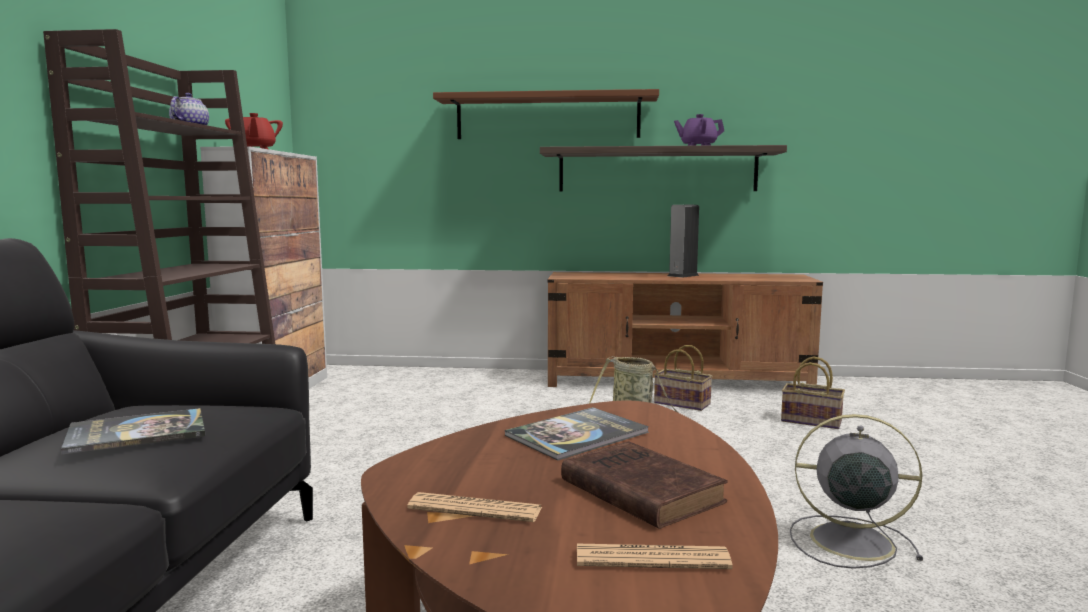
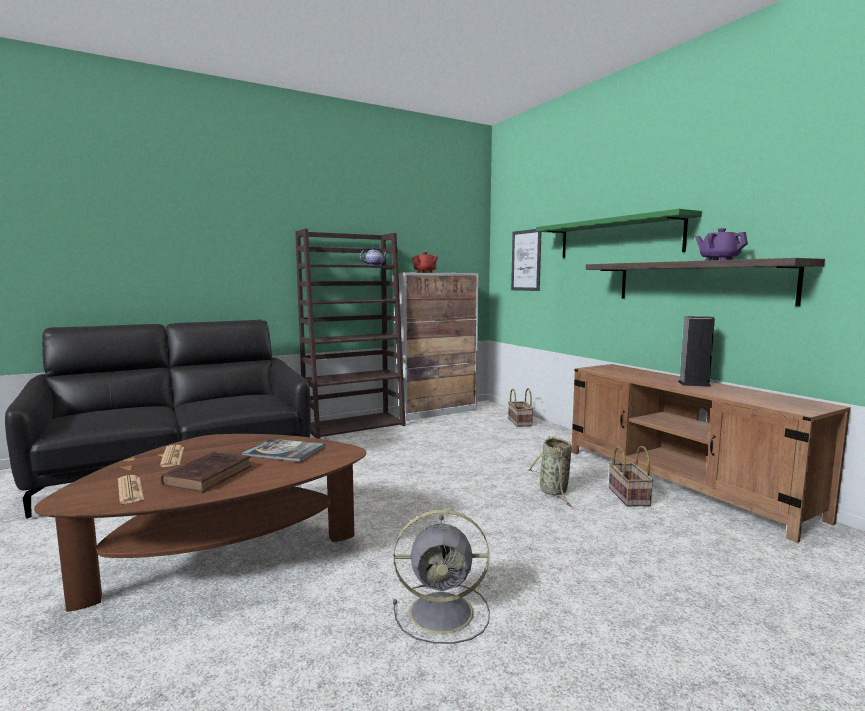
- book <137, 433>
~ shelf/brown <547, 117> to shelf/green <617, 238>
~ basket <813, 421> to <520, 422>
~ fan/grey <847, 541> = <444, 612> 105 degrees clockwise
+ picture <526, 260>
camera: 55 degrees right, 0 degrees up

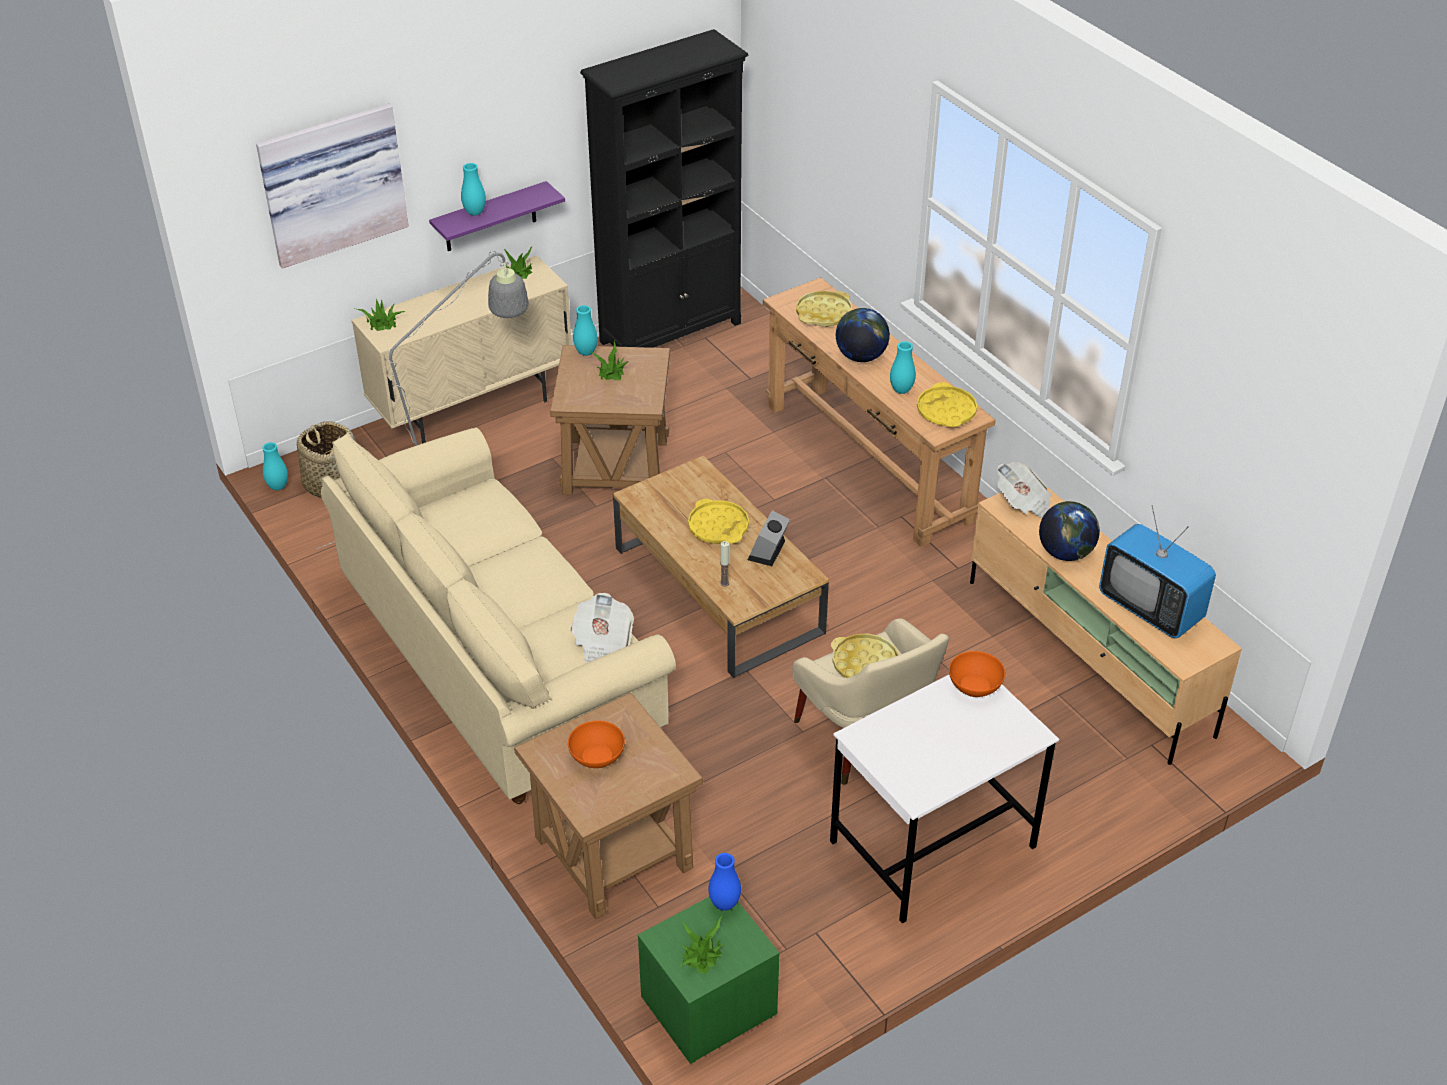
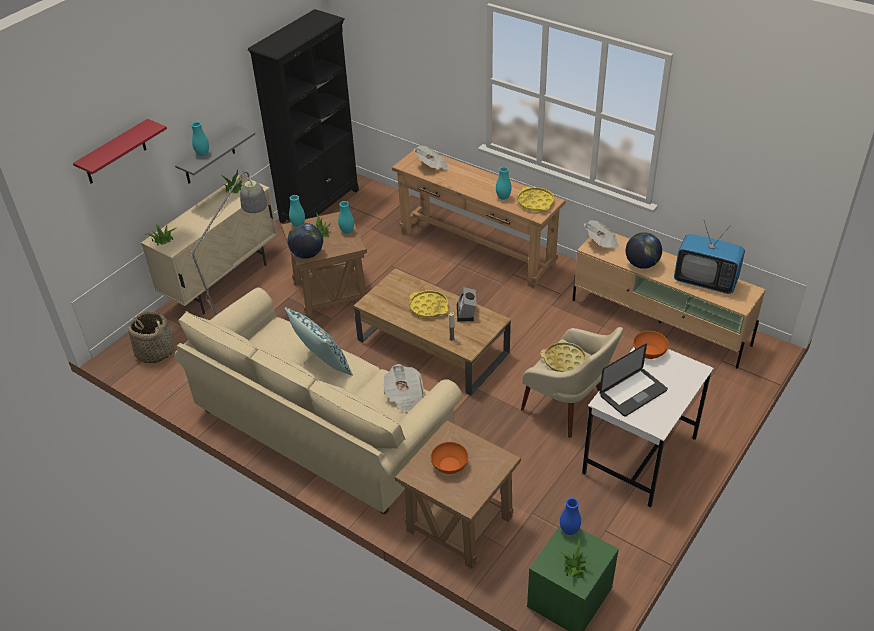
~ picture <331, 183> to shelf/red <115, 153>
~ vase/turquoise <278, 487> to <347, 231>
~ shelf/purple <490, 217> to shelf/grey <209, 156>
~ tray/yellow <824, 313> to newspaper <432, 166>
~ globe <861, 357> to <307, 254>
+ pillow <322, 363>
+ laptop <633, 393>
camera: 20 degrees left, 0 degrees up

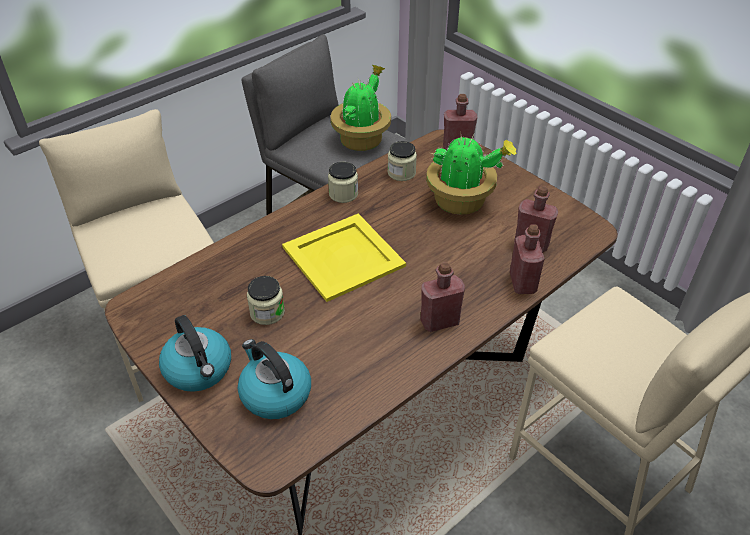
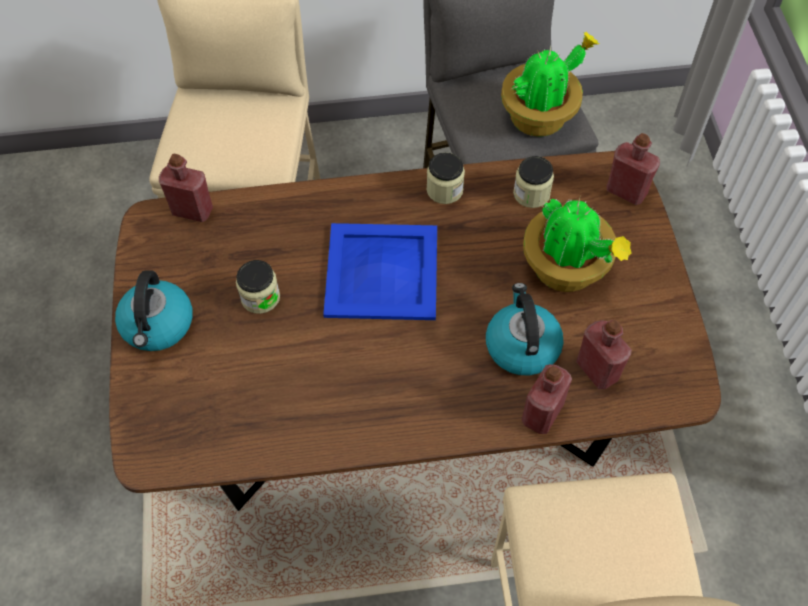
~ kettle <274, 394> to <521, 345>
~ tray/yellow <343, 257> to tray/blue <381, 272>
~ bottle/red <439, 321> to <192, 210>
camera: 35 degrees right, 15 degrees up

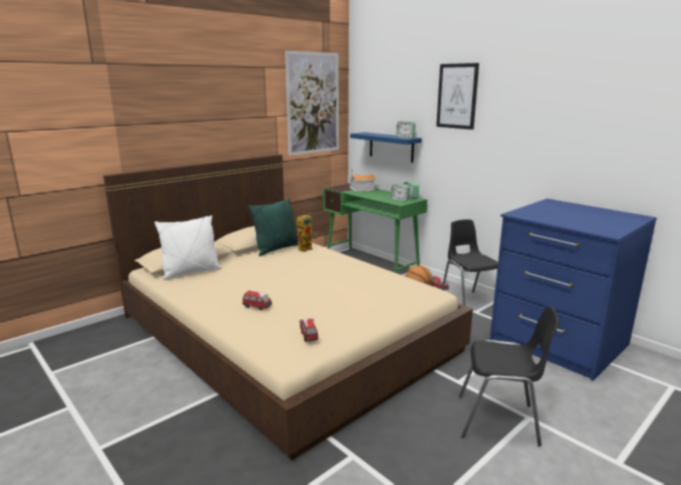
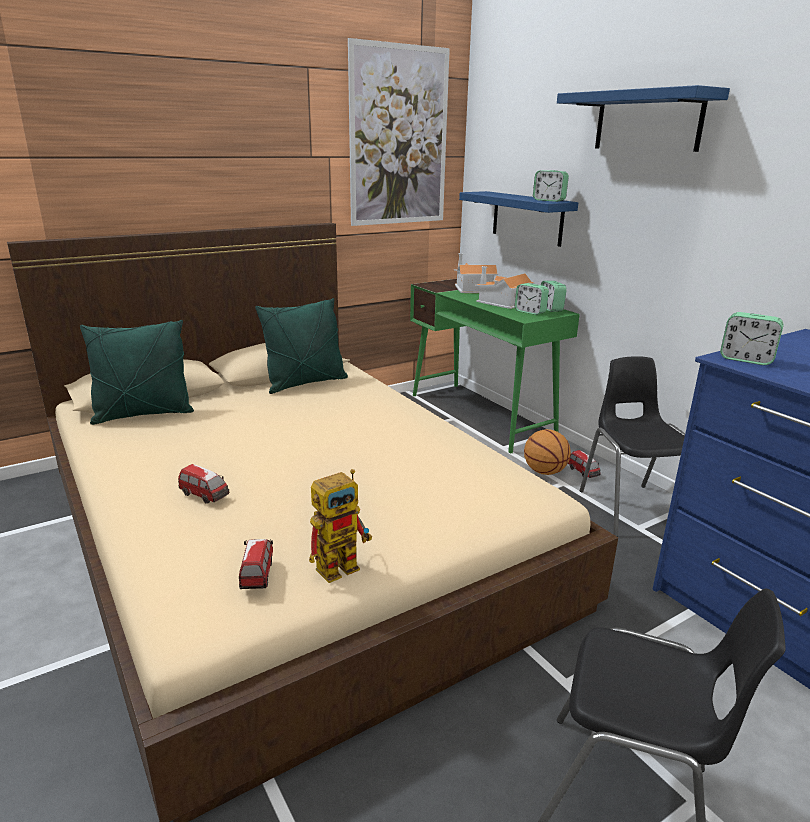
~ pillow/white <191, 272> to pillow/green <144, 414>
~ toy robot <306, 248> to <343, 564>
~ picture <457, 96> to shelf/blue <647, 121>
+ toy house <502, 303>
+ alarm clock <746, 359>
camera: 10 degrees right, 5 degrees up

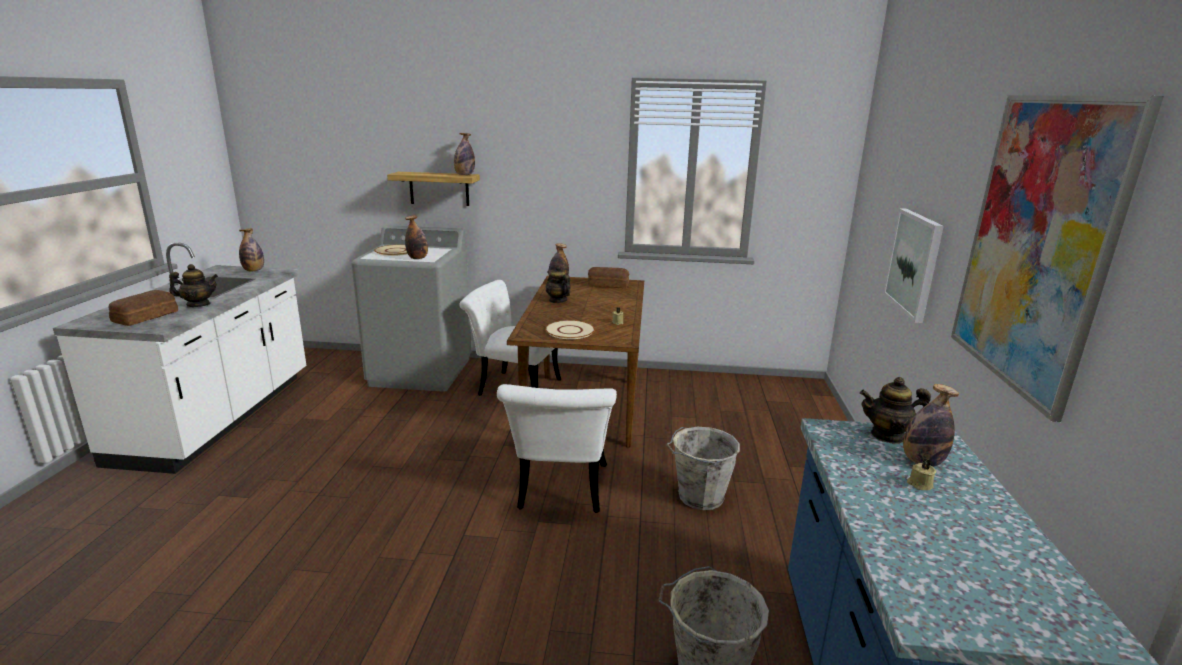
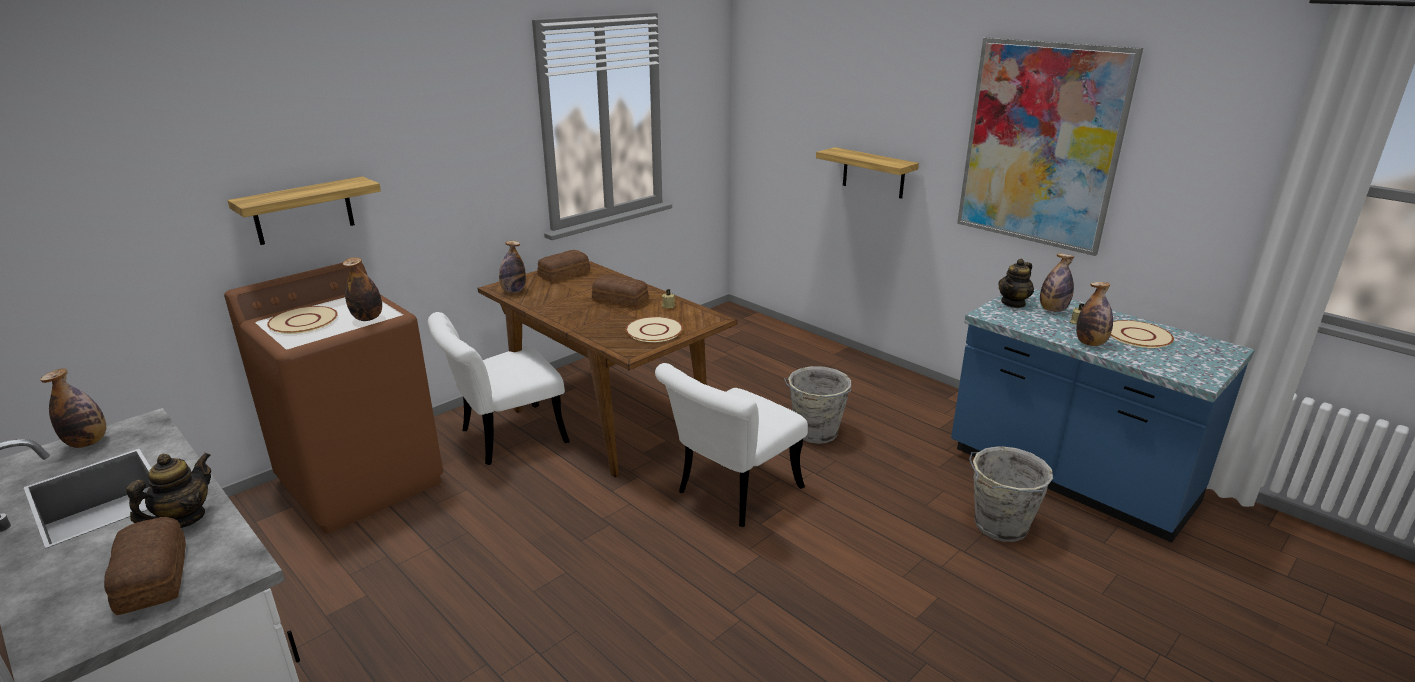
~ washing machine/grey <421, 372> to washing machine/brown <362, 481>
~ bottle <464, 175> to <1090, 343>
~ chair/white <559, 492> = <731, 493> 90 degrees clockwise
- teapot <558, 300>
~ picture <914, 263> to shelf <873, 173>
+ bread <620, 300>
+ plate/beige <1137, 335>
camera: 50 degrees left, 5 degrees up

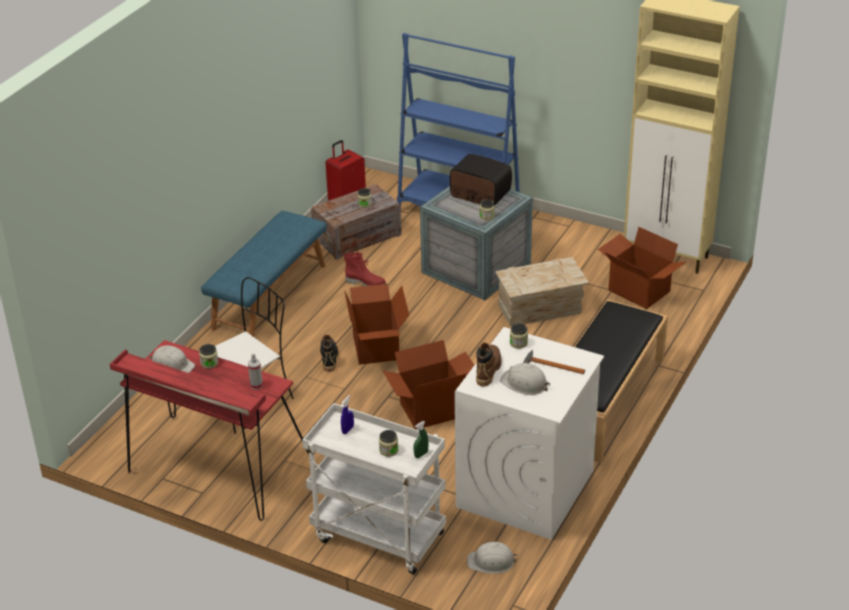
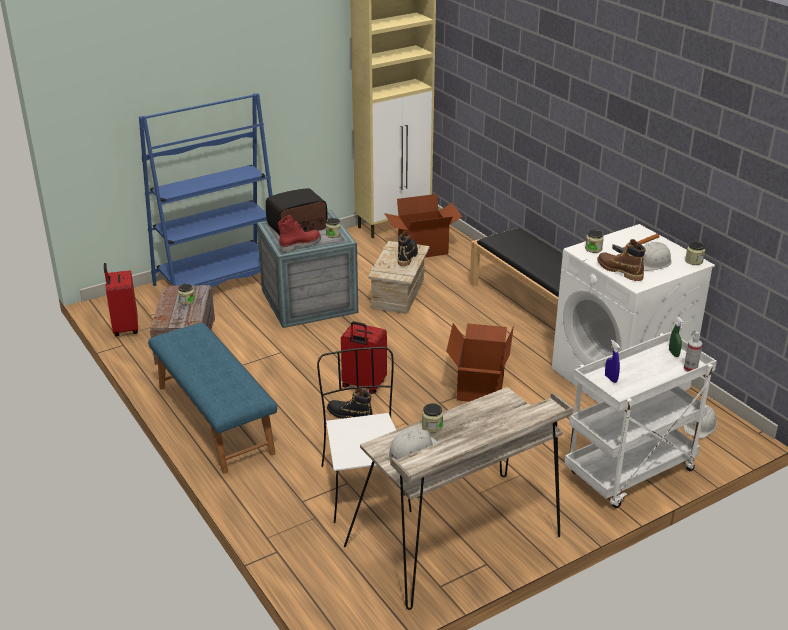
~ desk/red <216, 470> to desk/beige <458, 542>
~ spray bottle <256, 385> to <690, 369>
~ boot/red <366, 283> to <300, 245>
~ cardboard box <377, 347> to suitcase/red <363, 385>
~ jar <388, 450> to <694, 261>
+ boot/black <407, 256>
camera: 60 degrees left, 5 degrees down

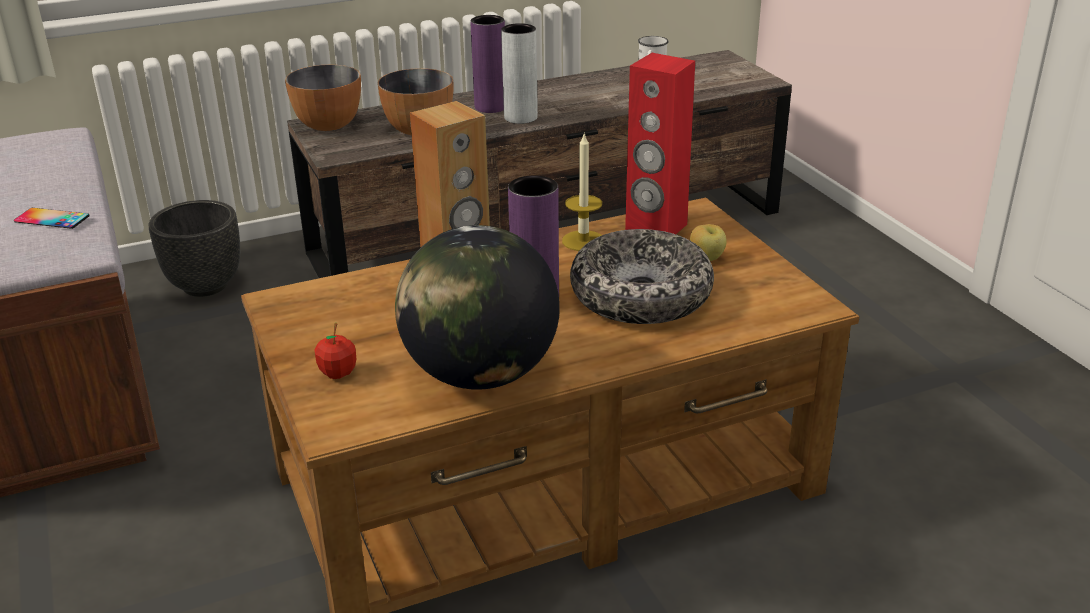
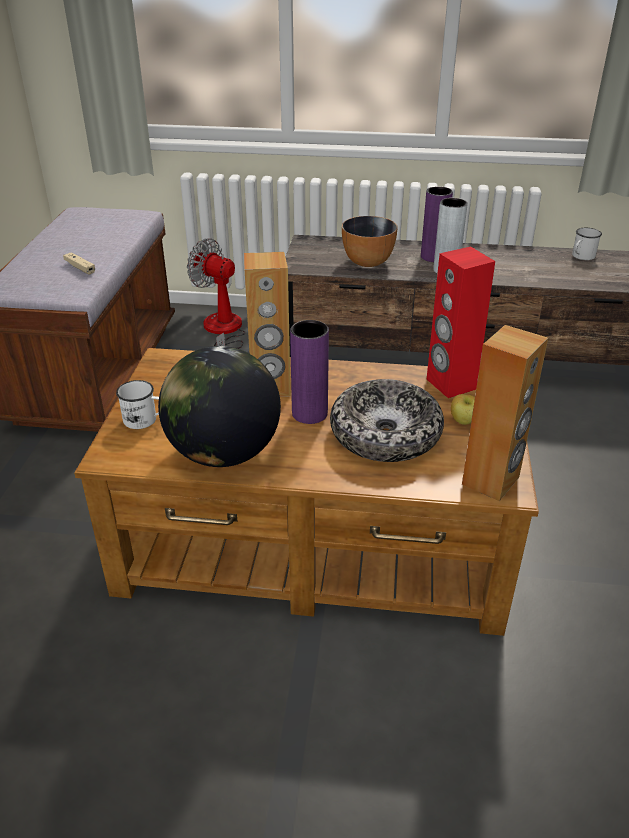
~ phone <52, 219> to game controller/beige <80, 267>
~ planter/black <206, 286> to fan <222, 332>
- bowl <329, 126>
~ apple <338, 373> to mug/white <145, 420>
- candle <583, 241>
+ speaker/brown <491, 481>
camera: 30 degrees right, 5 degrees up

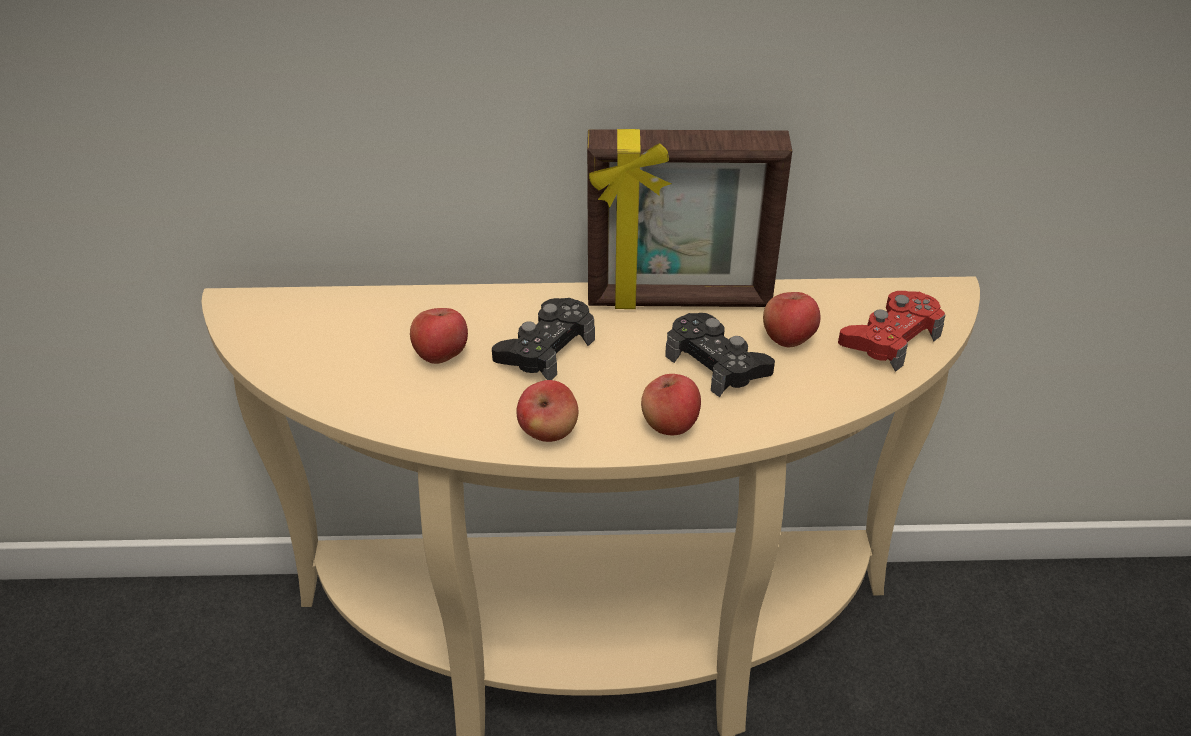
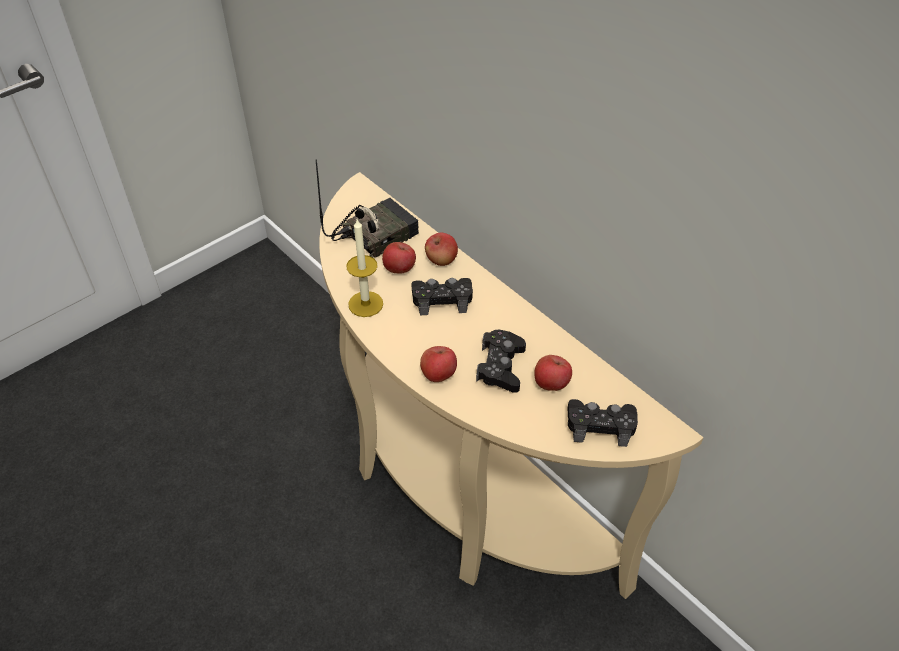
~ apple <548, 432> to <441, 260>
- picture frame <679, 300>
~ game controller/red <890, 338> to game controller/black <600, 426>
+ radio <375, 234>
+ candle <365, 304>
camera: 50 degrees right, 5 degrees up

